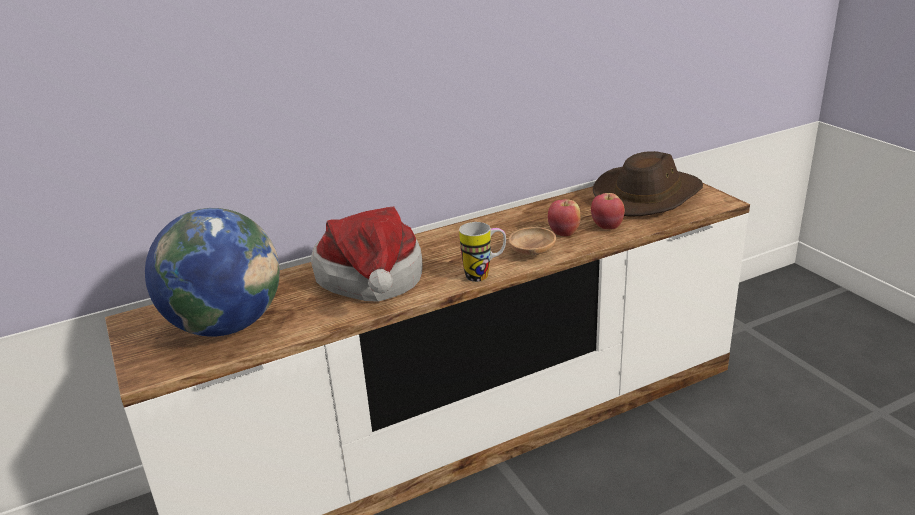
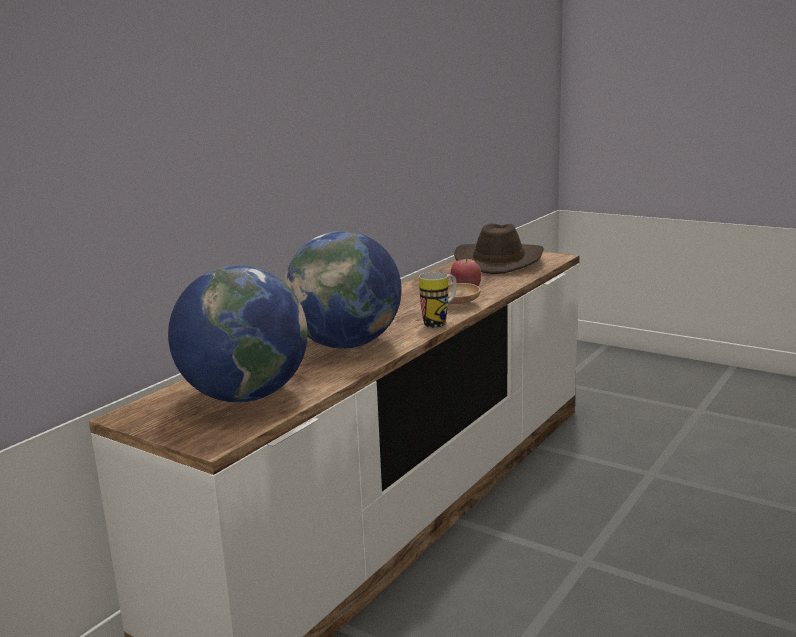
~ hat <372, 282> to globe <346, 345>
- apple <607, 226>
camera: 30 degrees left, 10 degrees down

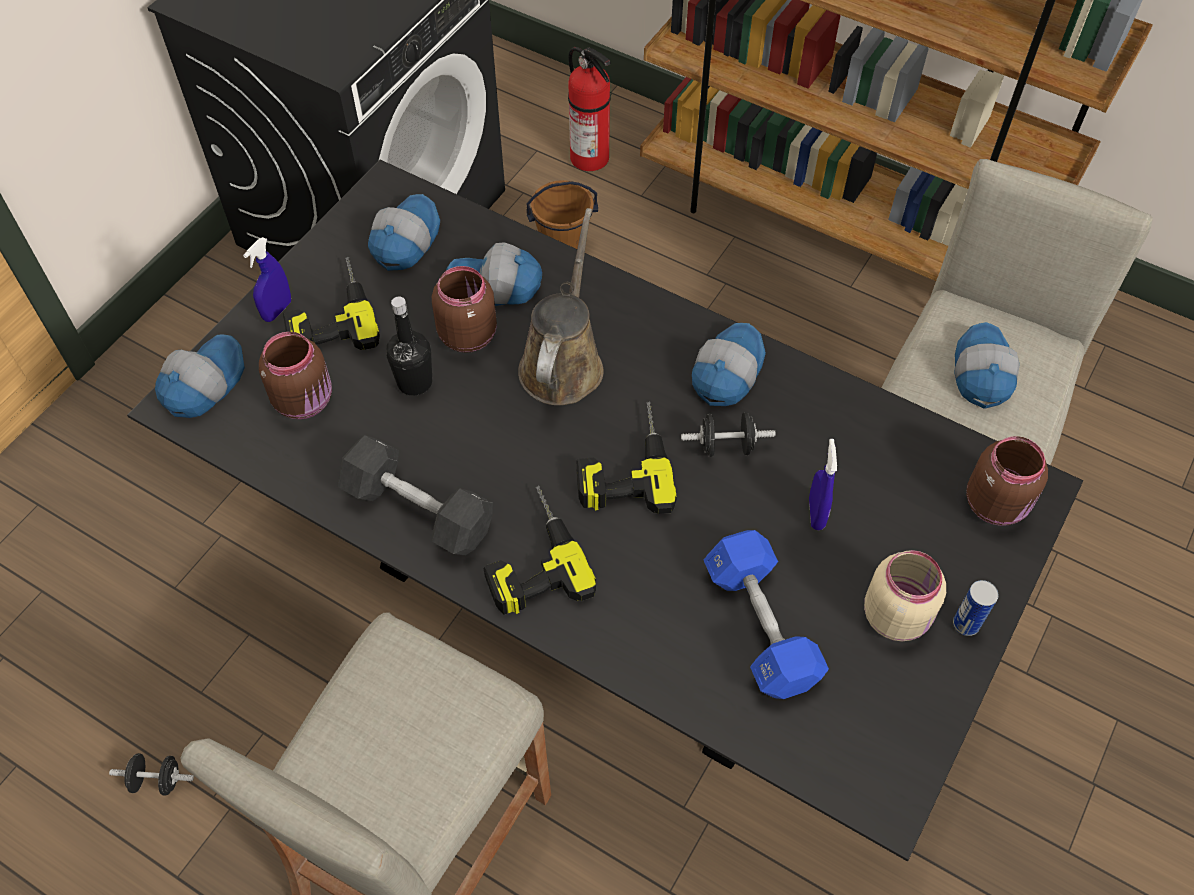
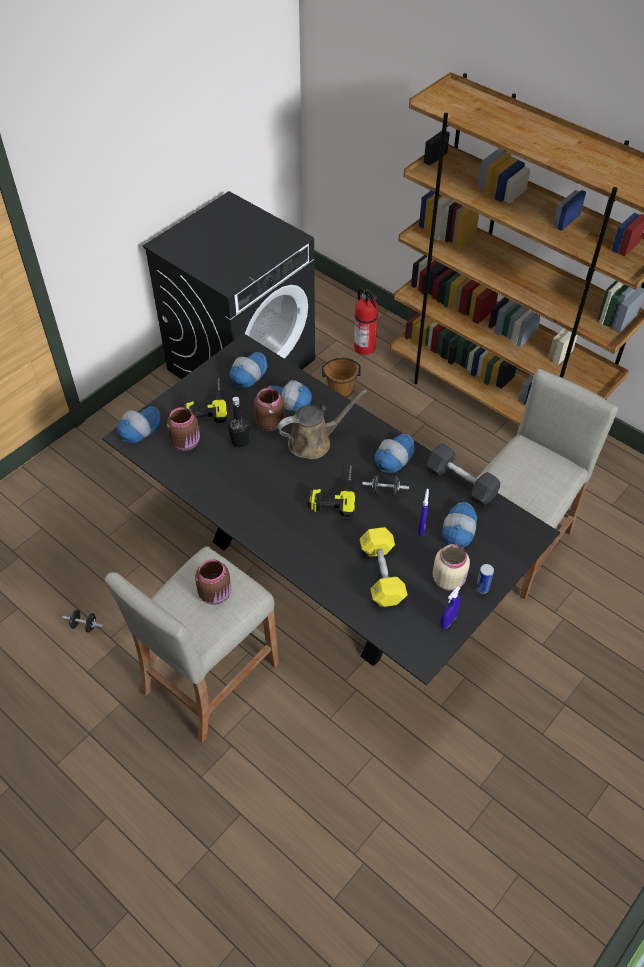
~ spray bottle/blue <277, 310> to <448, 621>
~ dumbbell/black <418, 509> to <461, 482>
- power drill <529, 557>
~ watering can/brown <563, 362> = <314, 442> 45 degrees clockwise
~ dumbbell/blue <761, 626> to dumbbell/yellow <382, 574>
~ cap <980, 373> to <458, 529>
~ jar/brown <997, 504> to <216, 594>
camera: 10 degrees right, 5 degrees down

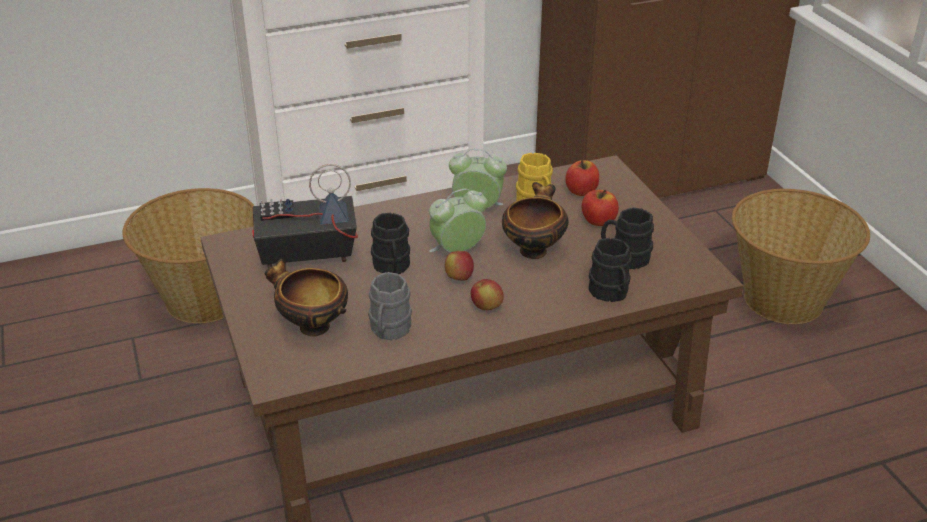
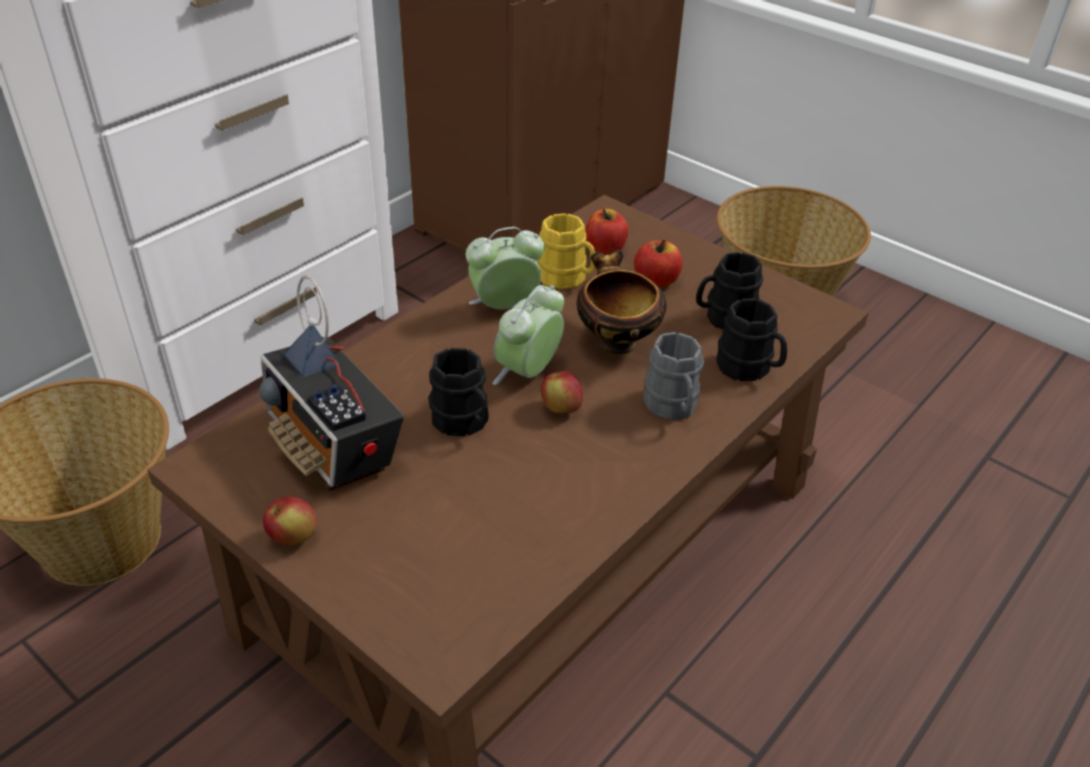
~ radio <306, 256> = <334, 447> 90 degrees counterclockwise
- bowl <311, 326>
~ mug/grey <389, 331> to <672, 407>
~ apple <486, 307> to <293, 537>
camera: 30 degrees left, 5 degrees up

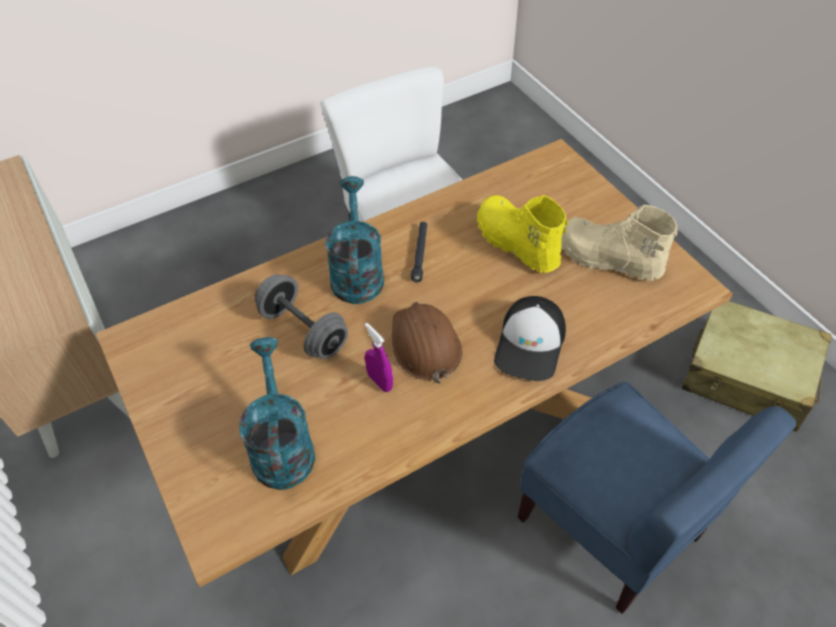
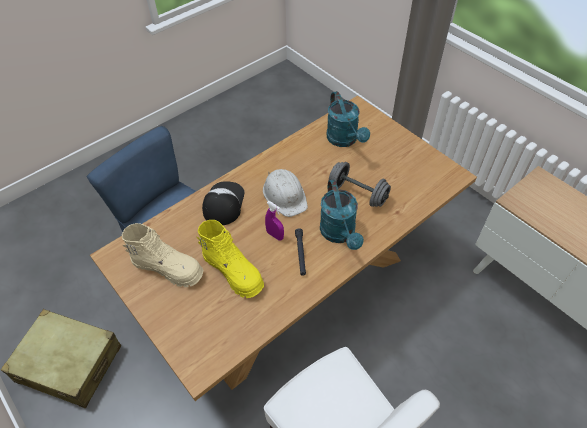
~ spray bottle/purple <380, 381> to <275, 235>
~ hard hat/brown <424, 344> to hard hat/white <285, 195>
camera: 170 degrees right, 0 degrees up

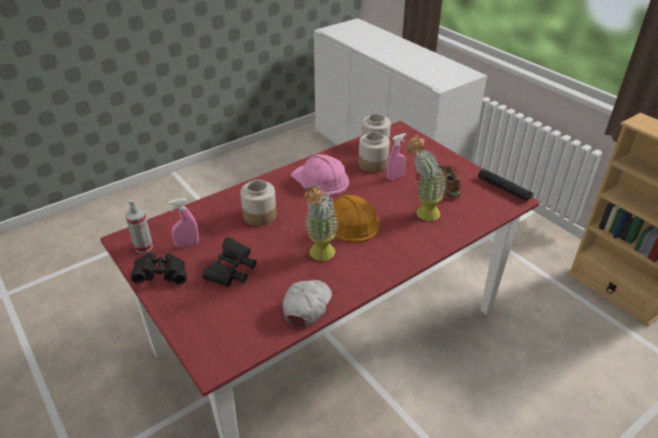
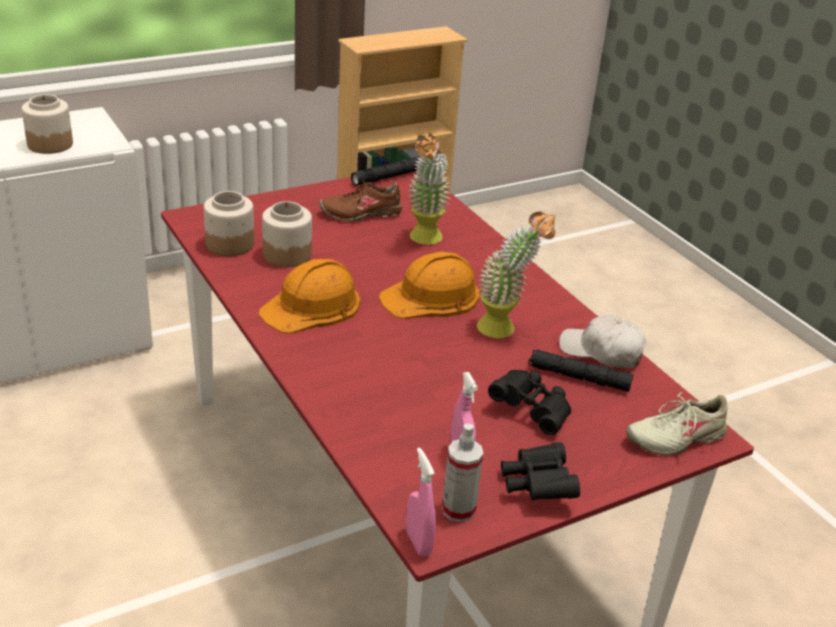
~ jar <260, 215> to <50, 144>
~ hard hat/pink <320, 179> to hard hat/orange <312, 306>
~ spray bottle/pink <395, 177> to <418, 543>
+ flashlight/black <578, 377>
+ shoe/beige <675, 438>
camera: 85 degrees left, 5 degrees down

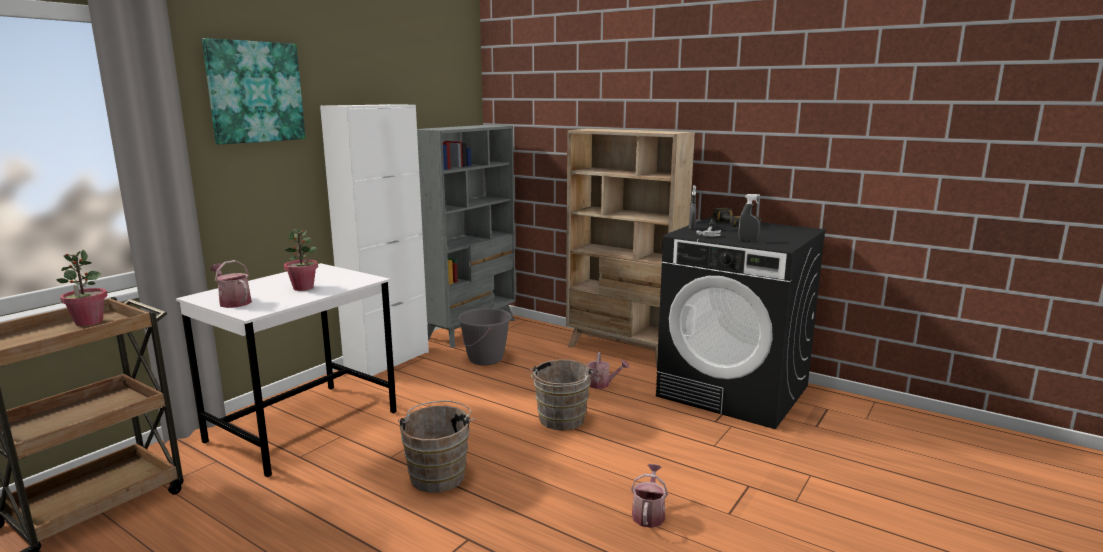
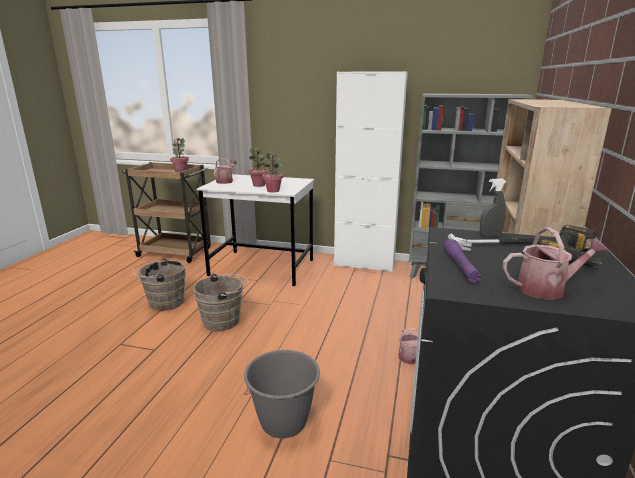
- picture <255, 92>
~ bucket/grey <486, 359> to <284, 422>
~ bucket/brown <561, 421> to <163, 302>
~ watering can <648, 514> to <547, 289>
~ spray bottle/grey <748, 240> to flashlight/purple <460, 267>
+ potted plant <273, 190>
camera: 70 degrees right, 5 degrees up

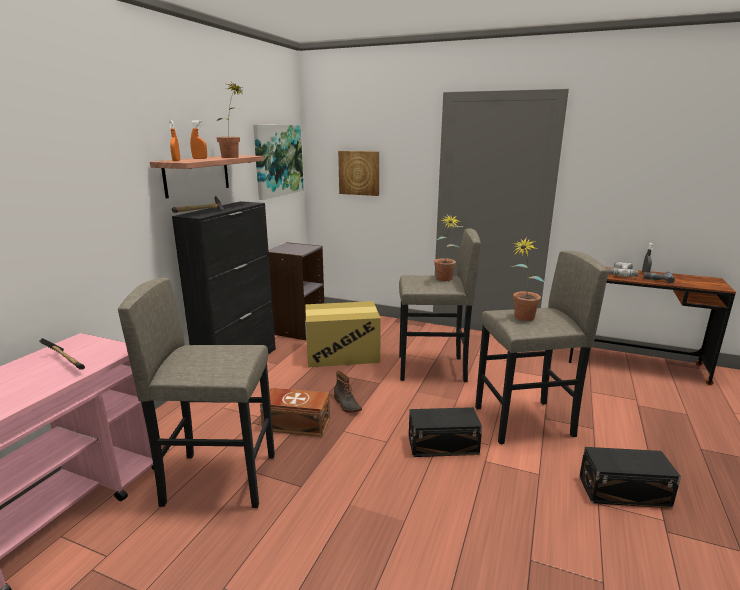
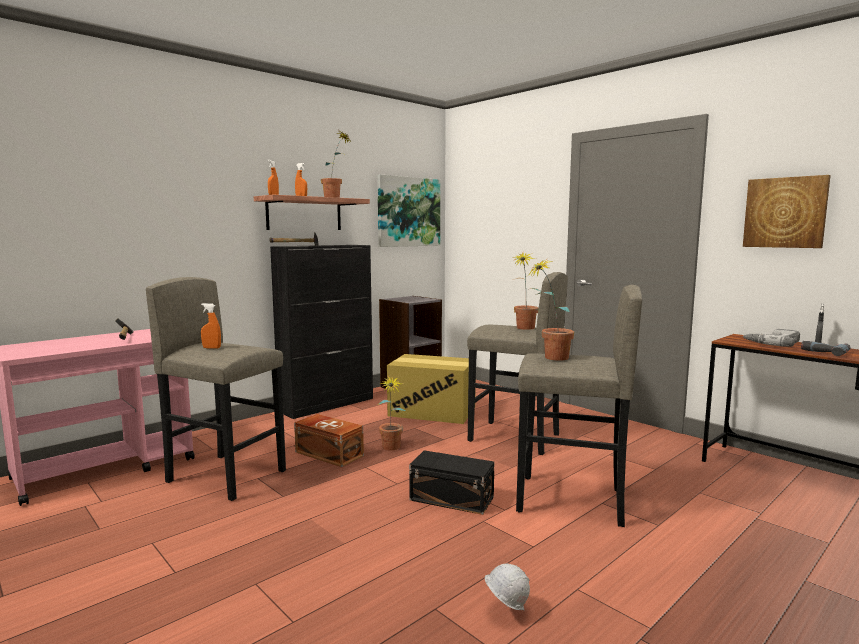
~ boot <346, 404> to potted plant <391, 449>
~ picture <359, 173> to <785, 212>
- storage box/black <622, 490>
+ spray bottle/orange <211, 348>
+ hard hat/white <505, 611>
camera: 25 degrees right, 10 degrees down

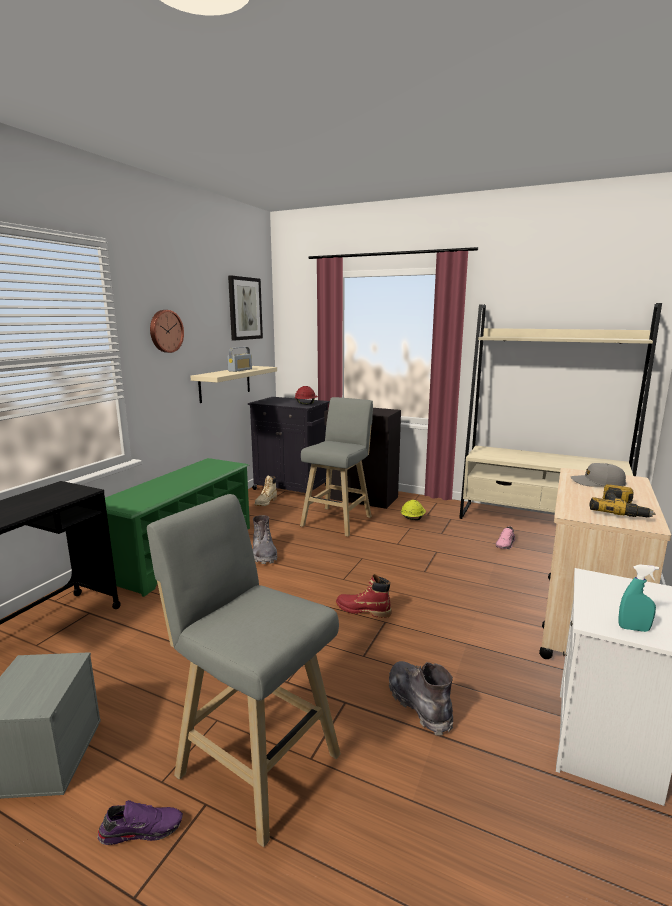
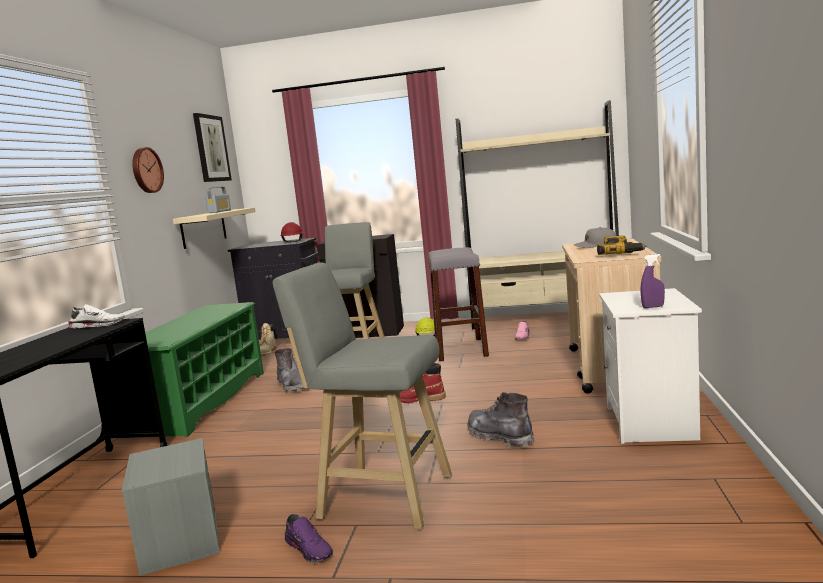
~ shoe/purple <142, 828> = <310, 549> 75 degrees clockwise
~ spray bottle/turquoise <633, 628> to spray bottle/purple <653, 307>
+ shoe/white <98, 325>
+ stool/grey <460, 349>
camera: 15 degrees left, 5 degrees down

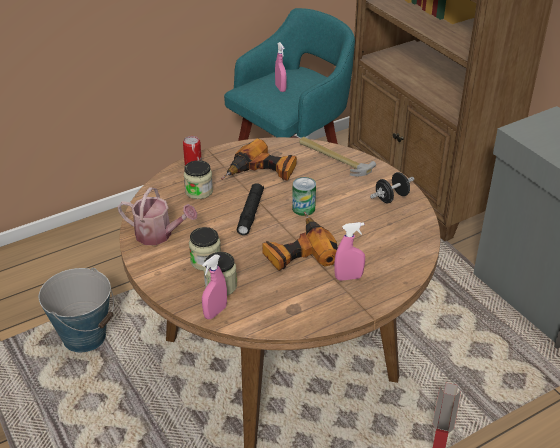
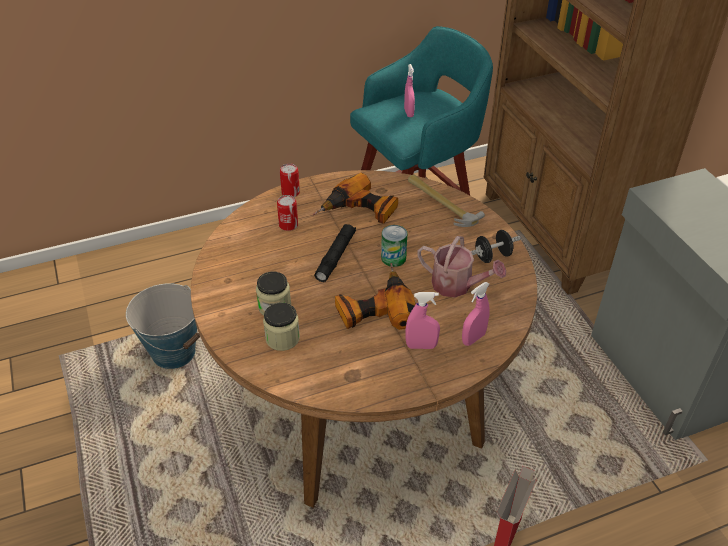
~ watering can <158, 235> to <457, 285>
~ jar <199, 191> to can <288, 225>
~ spray bottle/pink <215, 312> to <473, 338>
camera: 10 degrees right, 5 degrees up

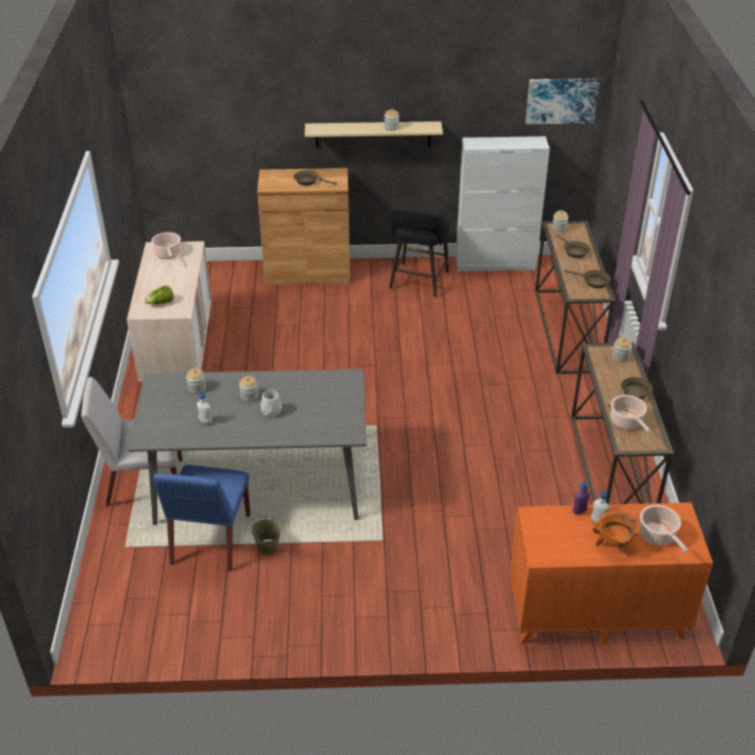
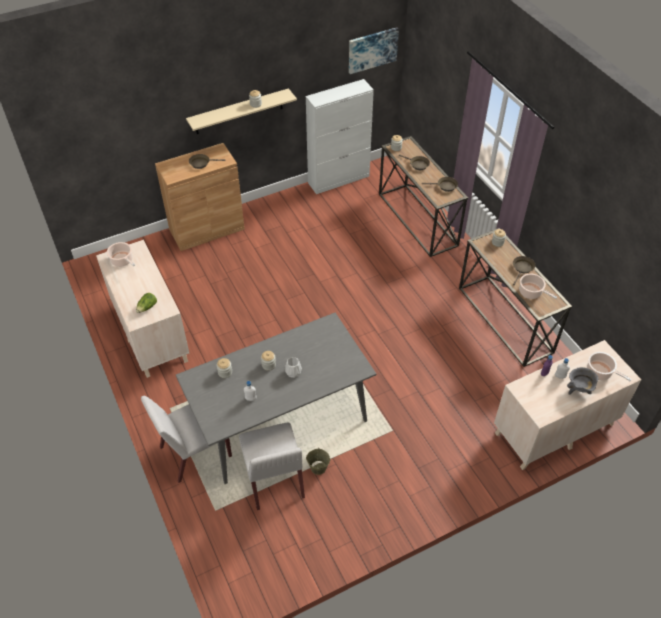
~ chair/blue <210, 540> to chair/white <274, 479>
- stool/black <418, 282>
~ dresser/orange <595, 613> to dresser/beige <553, 429>
~ cooking pot/orange <613, 544> to cooking pot/grey <578, 390>
camera: 25 degrees left, 10 degrees up

